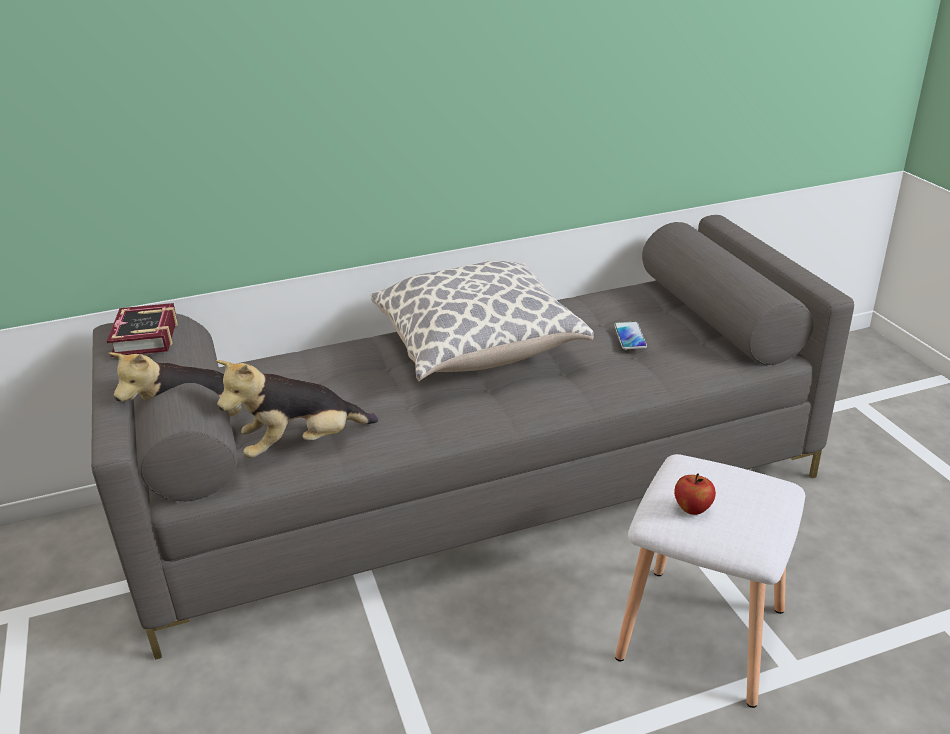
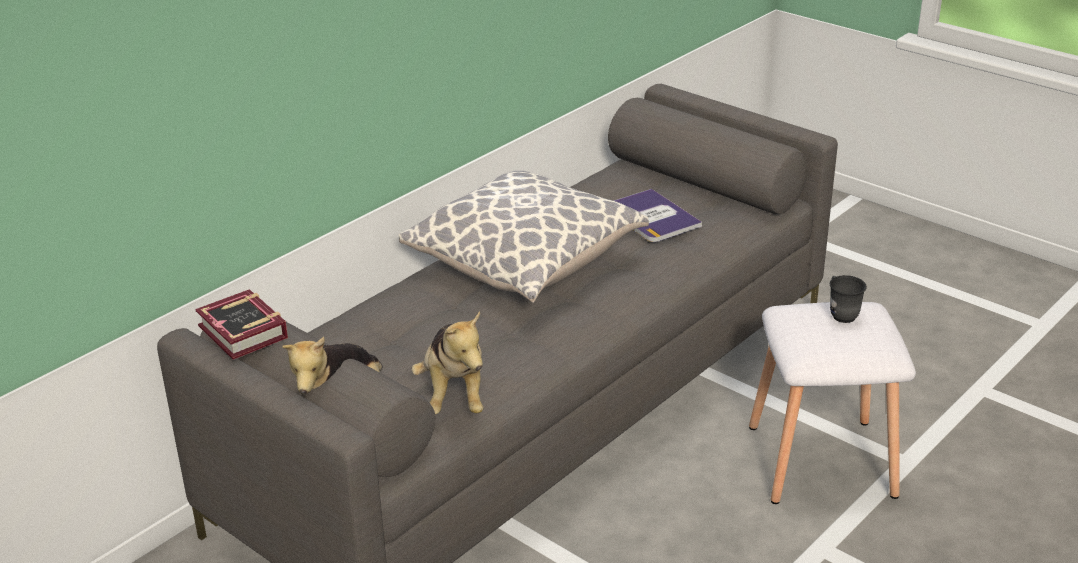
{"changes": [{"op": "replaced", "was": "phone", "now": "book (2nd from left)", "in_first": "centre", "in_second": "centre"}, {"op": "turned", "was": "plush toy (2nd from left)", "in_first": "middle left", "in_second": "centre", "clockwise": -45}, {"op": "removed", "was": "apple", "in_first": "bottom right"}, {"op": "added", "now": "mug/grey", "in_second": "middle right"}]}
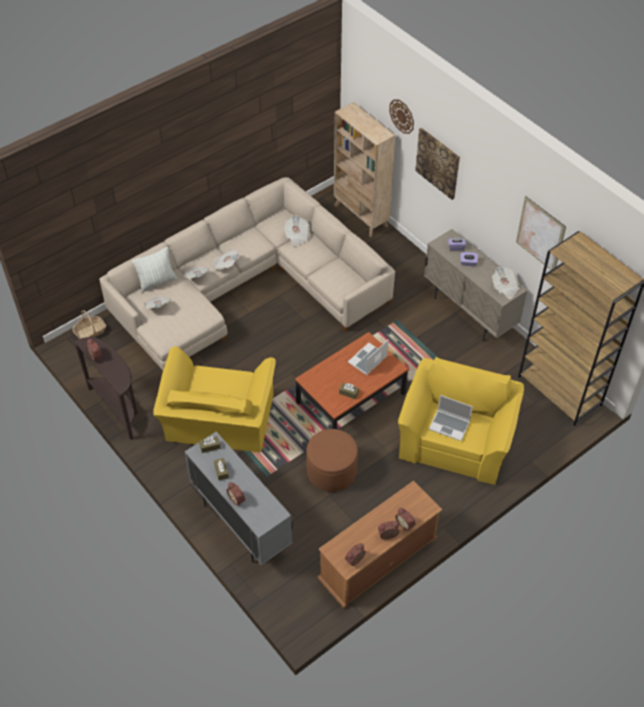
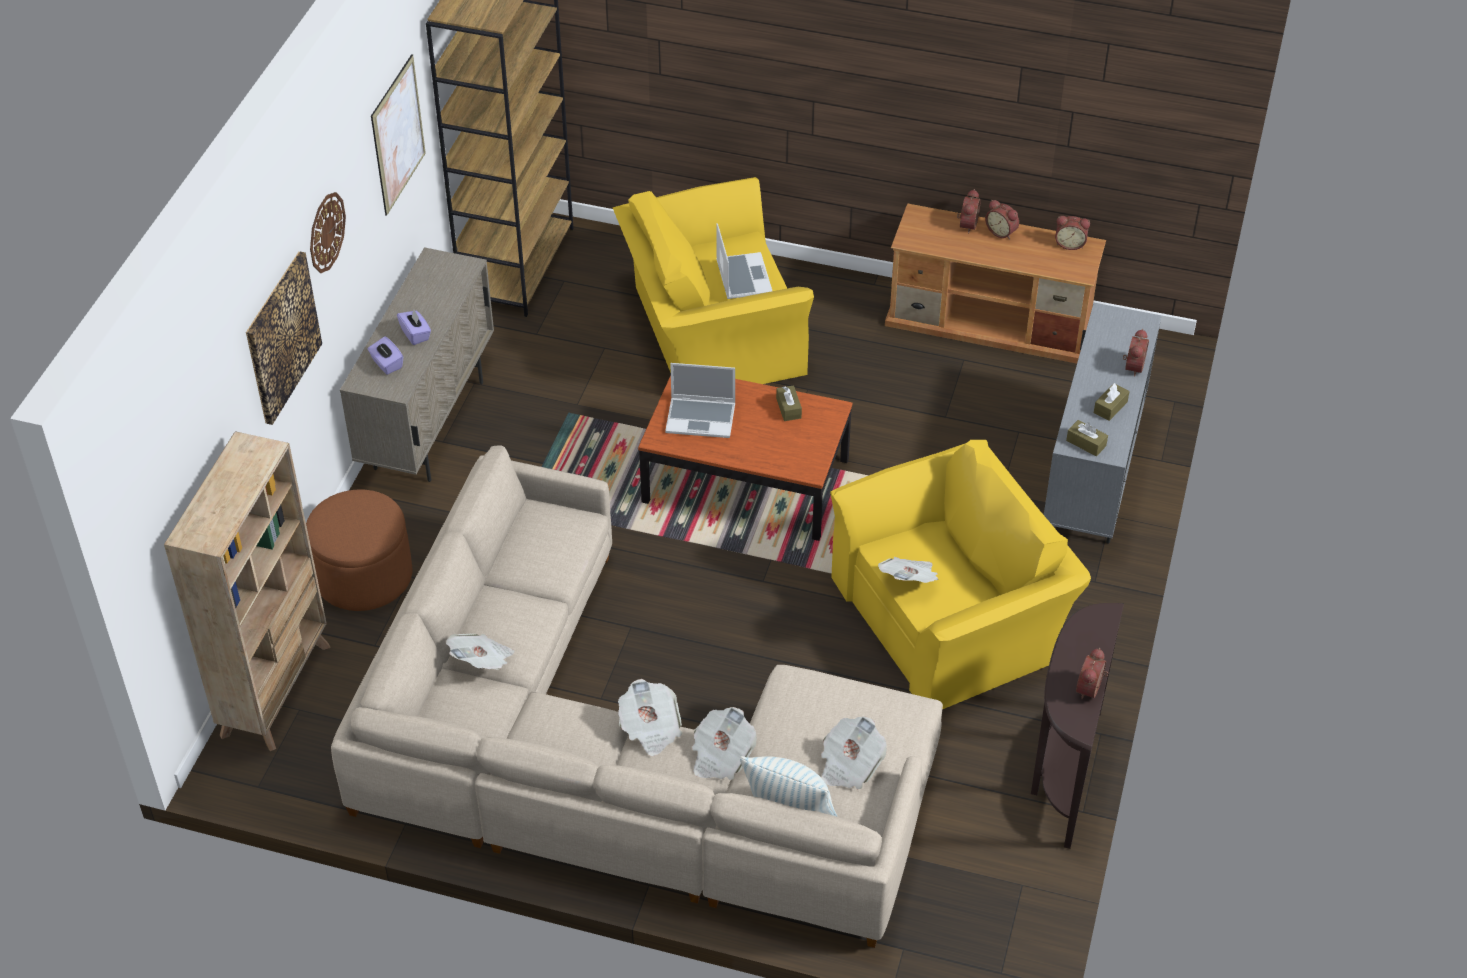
{"changes": [{"op": "moved", "was": "wall clock", "in_first": "top centre", "in_second": "top left"}, {"op": "moved", "was": "newspaper (5th from left)", "in_first": "middle right", "in_second": "centre"}, {"op": "removed", "was": "basket", "in_first": "middle left"}, {"op": "moved", "was": "ottoman/brown", "in_first": "centre", "in_second": "middle left"}]}
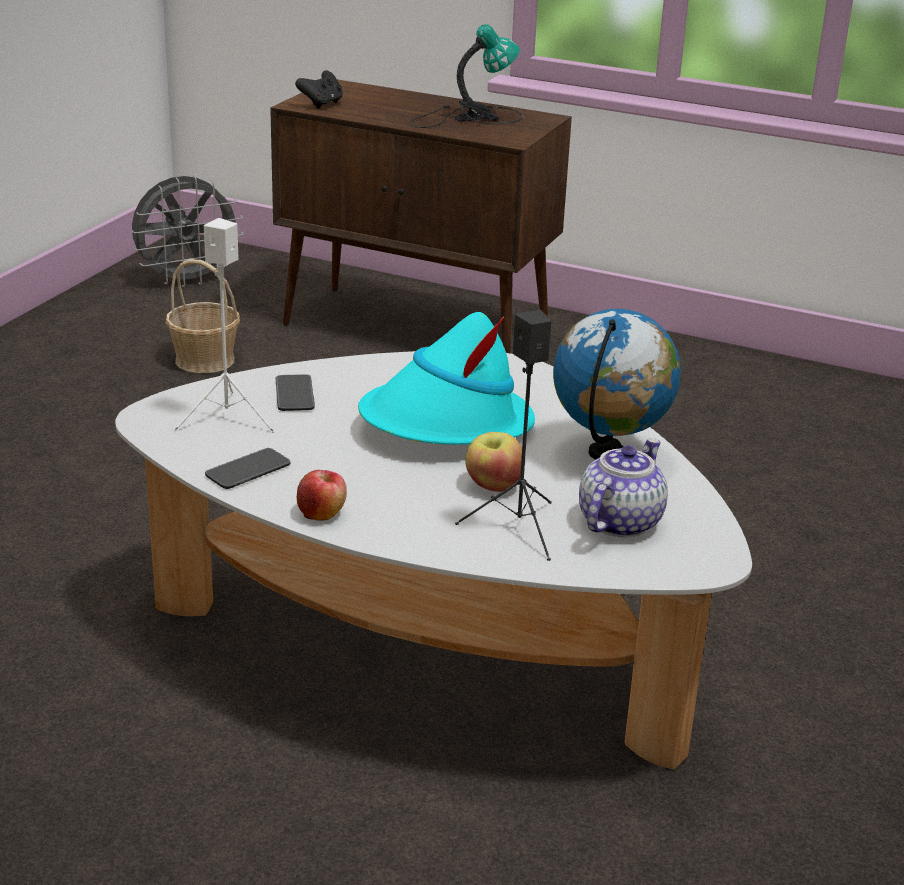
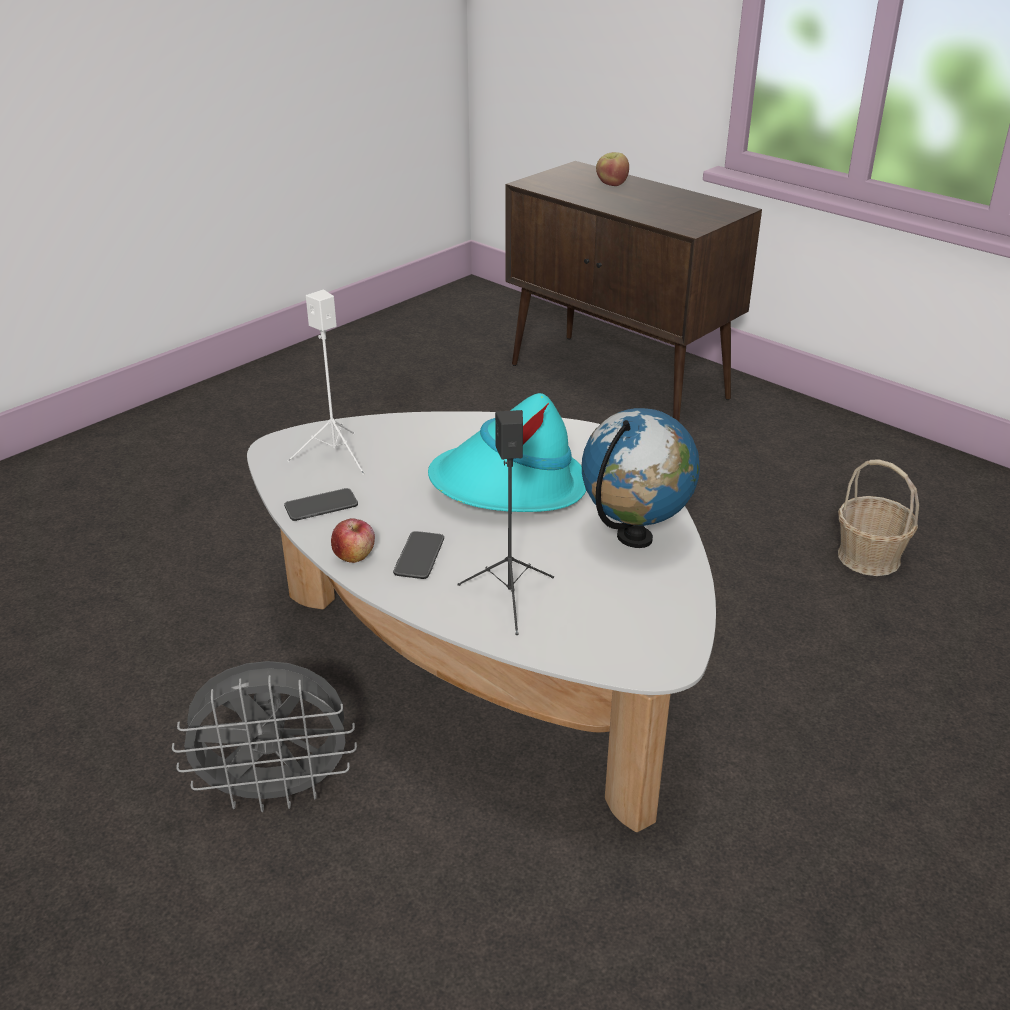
{"changes": [{"op": "removed", "was": "table lamp", "in_first": "top centre"}, {"op": "removed", "was": "game controller/black", "in_first": "top centre"}, {"op": "moved", "was": "fan/grey", "in_first": "top left", "in_second": "bottom left"}, {"op": "moved", "was": "basket", "in_first": "middle left", "in_second": "middle right"}, {"op": "moved", "was": "phone (2nd from left)", "in_first": "middle left", "in_second": "centre"}, {"op": "moved", "was": "apple (2nd from left)", "in_first": "centre", "in_second": "top centre"}, {"op": "removed", "was": "teapot", "in_first": "middle right"}]}
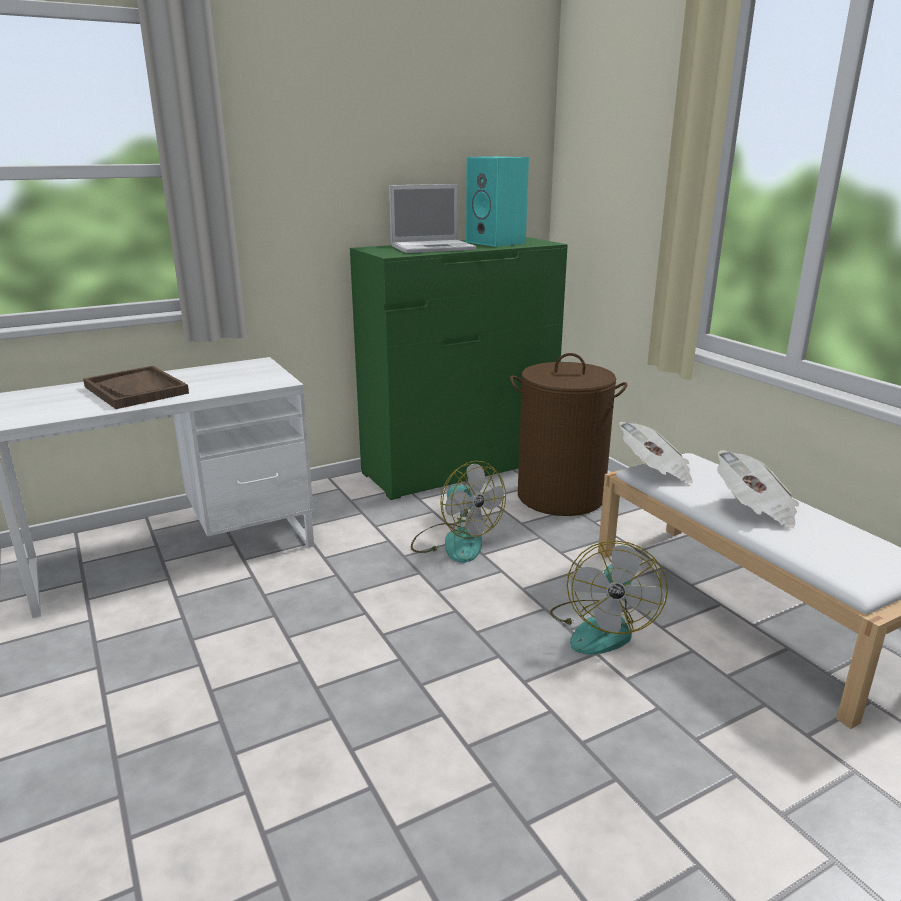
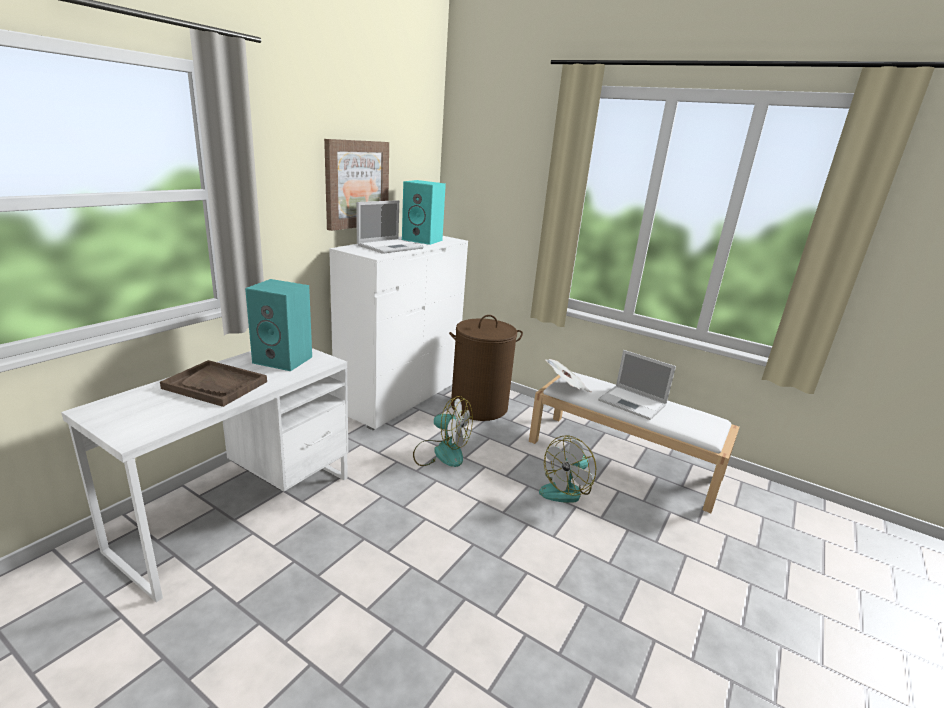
{"changes": [{"op": "recoloured", "was": "dresser/green", "now": "dresser/white", "in_first": "centre", "in_second": "centre"}, {"op": "replaced", "was": "newspaper (2nd from left)", "now": "laptop (2nd from left)", "in_first": "middle right", "in_second": "middle right"}, {"op": "turned", "was": "fan (2nd from left)", "in_first": "middle right", "in_second": "centre", "clockwise": 60}, {"op": "added", "now": "picture", "in_second": "top centre"}, {"op": "added", "now": "speaker/turquoise (1st from left)", "in_second": "middle left"}]}
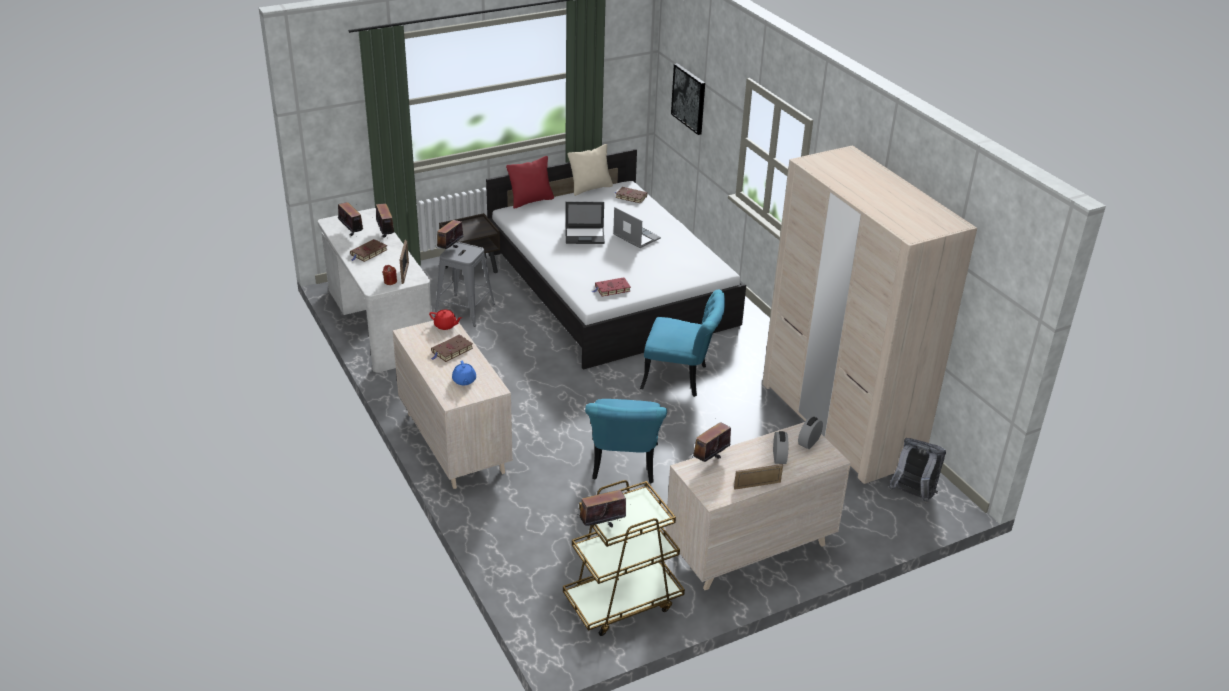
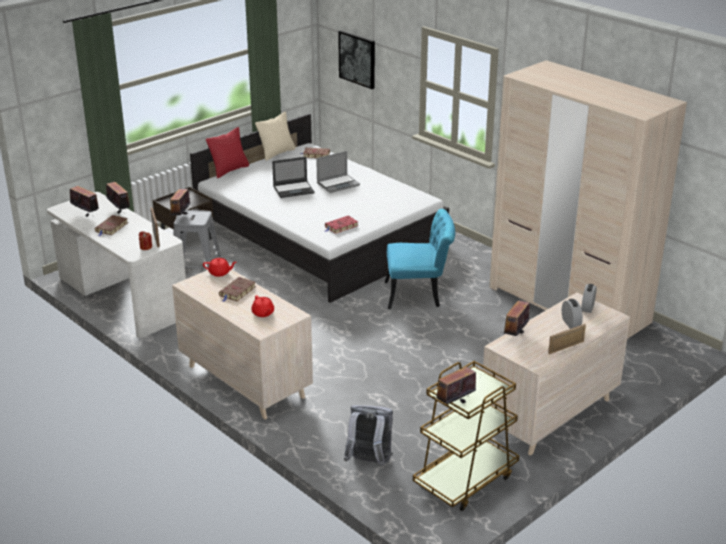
{"changes": [{"op": "turned", "was": "laptop (2nd from left)", "in_first": "top centre", "in_second": "top centre", "clockwise": 120}, {"op": "recoloured", "was": "teapot/blue", "now": "teapot/red (2nd from left)", "in_first": "centre", "in_second": "centre"}, {"op": "removed", "was": "chair/turquoise (1st from left)", "in_first": "centre"}, {"op": "moved", "was": "backpack/grey", "in_first": "bottom right", "in_second": "bottom centre"}]}
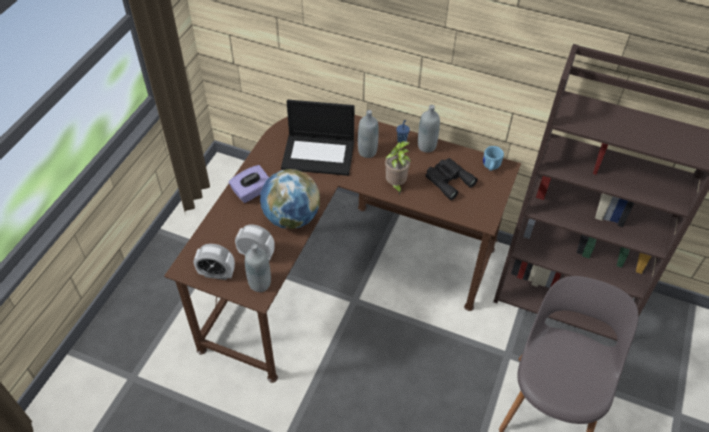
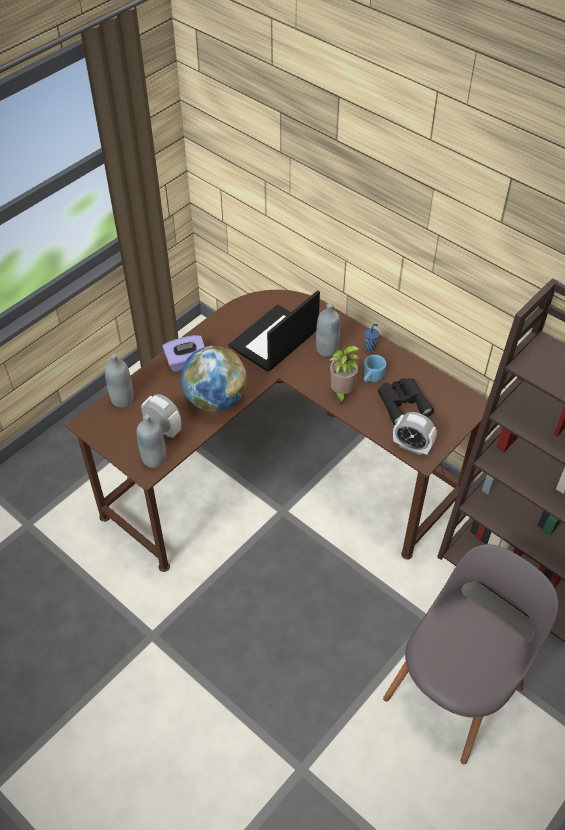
{"changes": [{"op": "turned", "was": "laptop", "in_first": "top centre", "in_second": "centre", "clockwise": 105}, {"op": "moved", "was": "bottle/grey (3rd from left in the first image)", "now": "bottle/grey (1st from left)", "in_first": "top centre", "in_second": "middle left"}, {"op": "moved", "was": "mug/blue", "in_first": "middle right", "in_second": "centre"}, {"op": "moved", "was": "alarm clock (1st from left in the first image)", "now": "alarm clock (2nd from left)", "in_first": "middle left", "in_second": "middle right"}]}
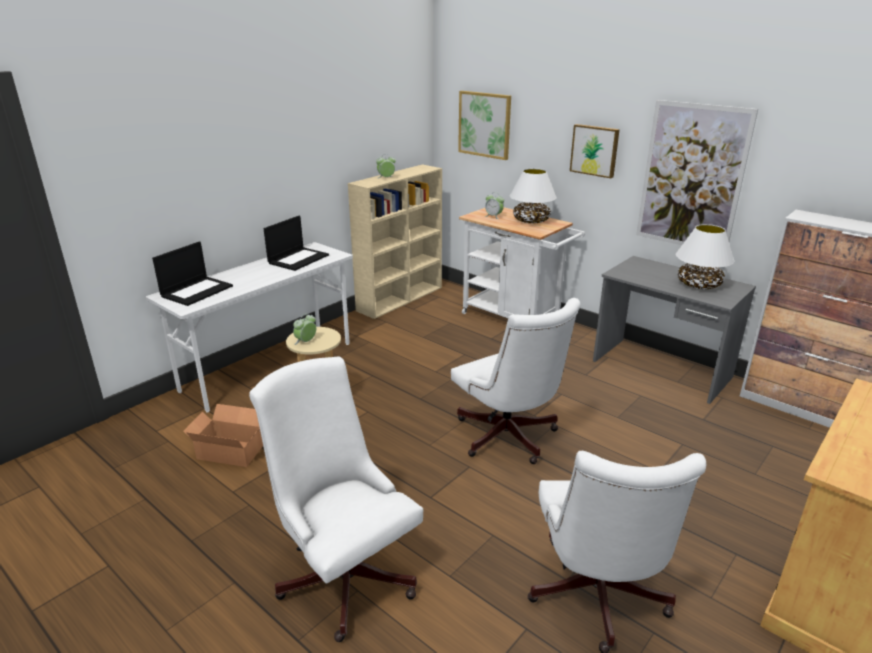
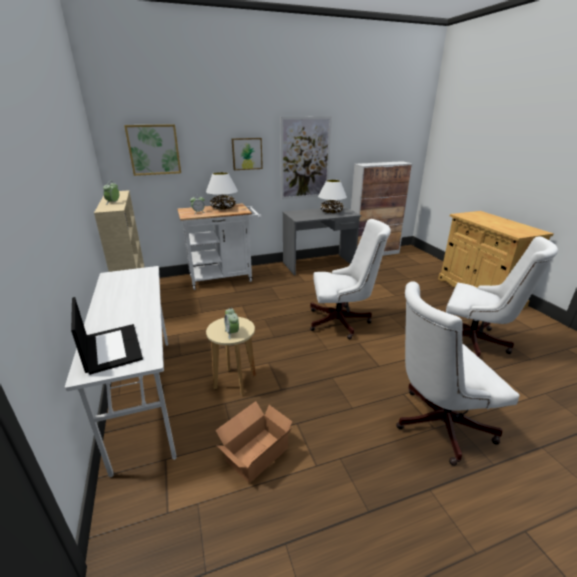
{"changes": [{"op": "removed", "was": "laptop (2nd from left)", "in_first": "centre"}]}
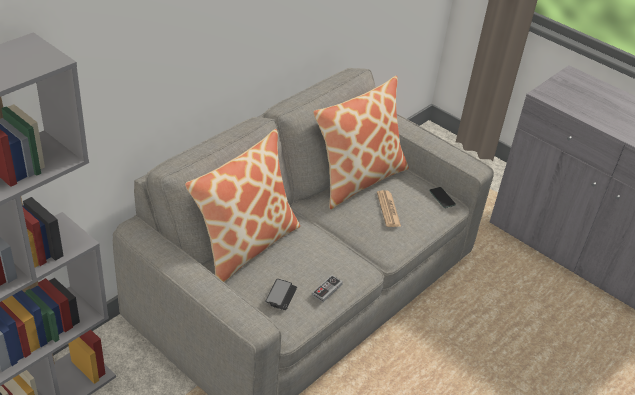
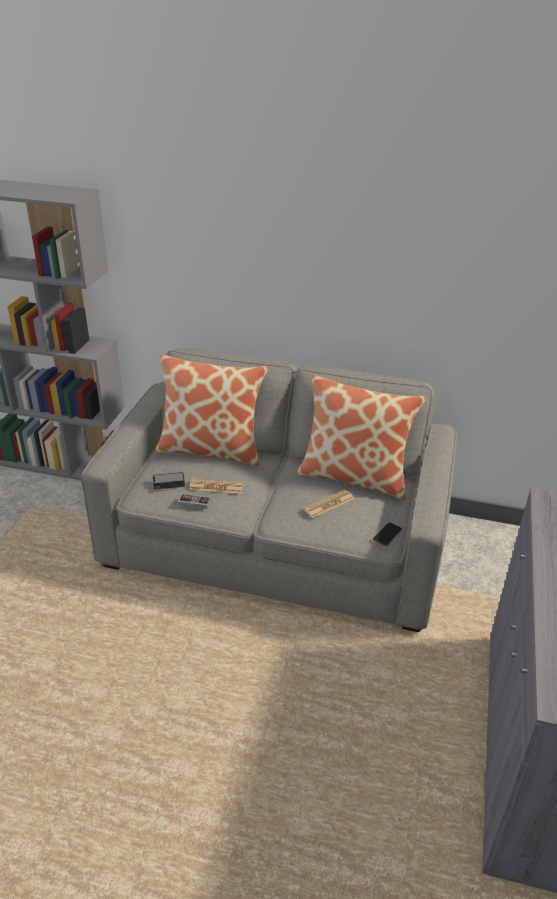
{"changes": [{"op": "added", "now": "newspaper (1st from left)", "in_second": "centre"}]}
